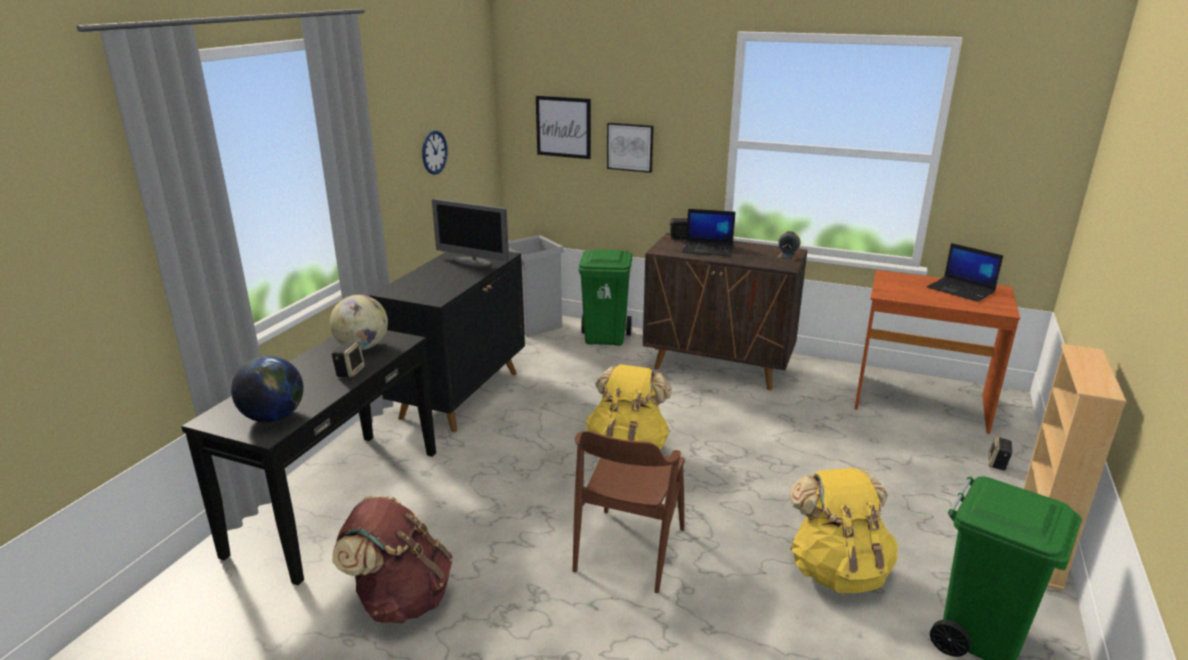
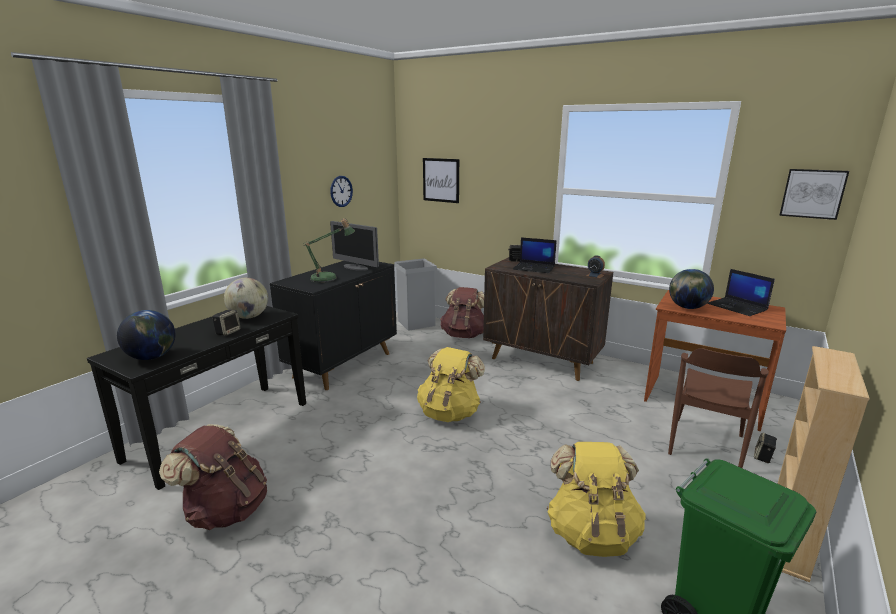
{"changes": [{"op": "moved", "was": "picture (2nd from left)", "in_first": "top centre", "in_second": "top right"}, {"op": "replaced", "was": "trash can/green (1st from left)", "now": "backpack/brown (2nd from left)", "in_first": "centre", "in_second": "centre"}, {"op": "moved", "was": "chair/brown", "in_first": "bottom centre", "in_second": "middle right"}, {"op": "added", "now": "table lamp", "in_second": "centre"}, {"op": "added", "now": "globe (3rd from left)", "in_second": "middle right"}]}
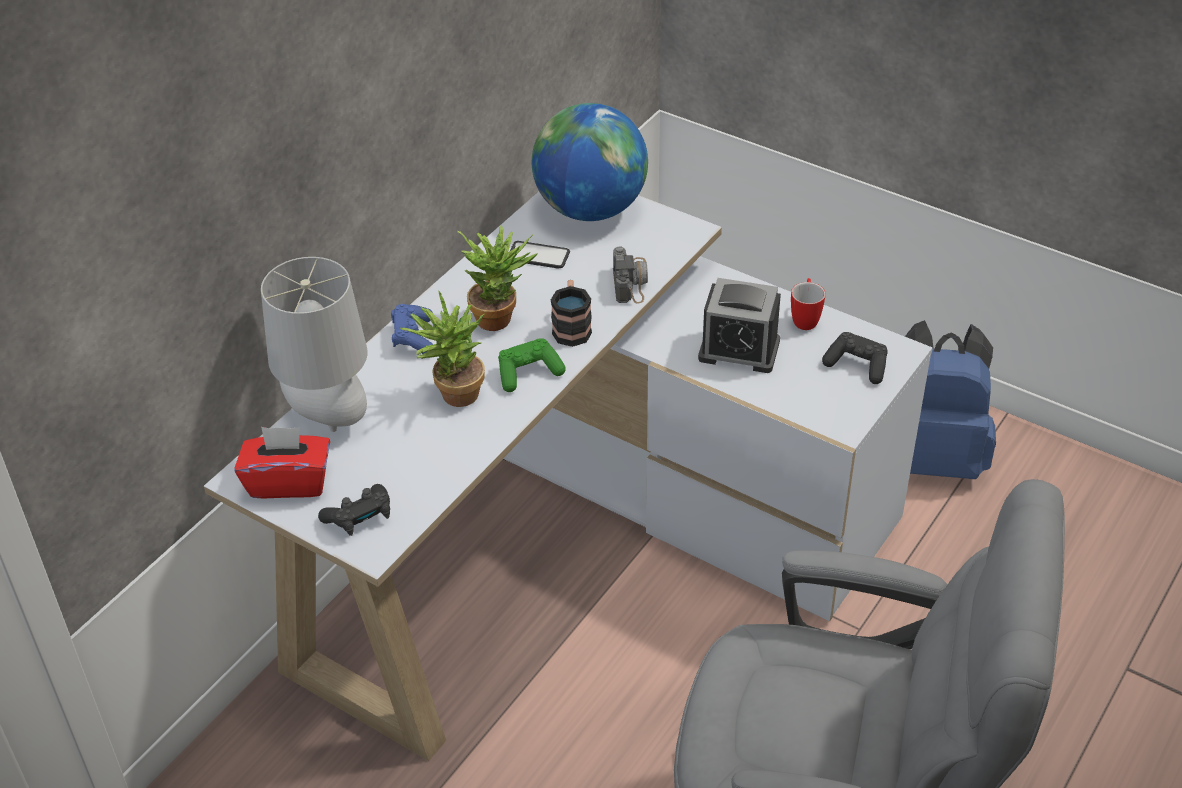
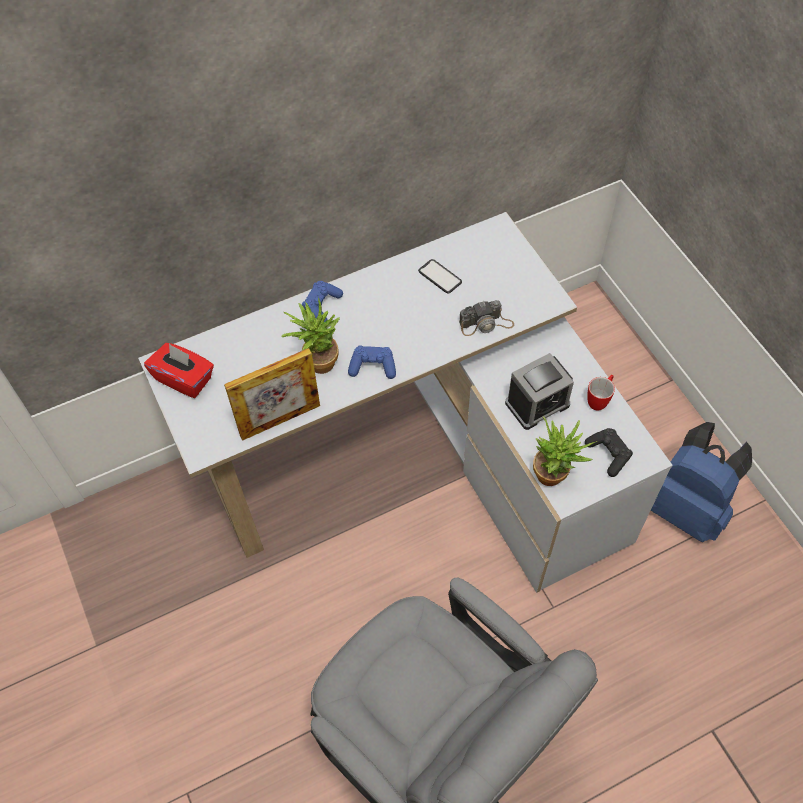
{"changes": [{"op": "removed", "was": "globe", "in_first": "top centre"}, {"op": "moved", "was": "potted plant (2nd from left)", "in_first": "centre", "in_second": "middle right"}, {"op": "turned", "was": "photo camera", "in_first": "centre", "in_second": "centre", "clockwise": 45}, {"op": "removed", "was": "table lamp/grey", "in_first": "middle left"}, {"op": "turned", "was": "alarm clock", "in_first": "centre", "in_second": "middle right", "clockwise": -75}, {"op": "removed", "was": "mug (1st from left)", "in_first": "centre"}, {"op": "recoloured", "was": "game controller/green", "now": "game controller/blue (2nd from left)", "in_first": "centre", "in_second": "centre"}, {"op": "removed", "was": "game controller/black (1st from left)", "in_first": "middle left"}, {"op": "added", "now": "picture frame", "in_second": "centre"}]}
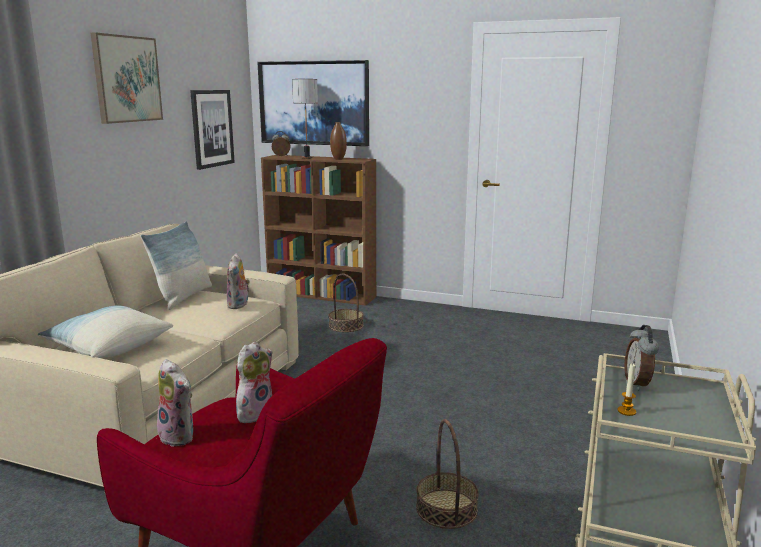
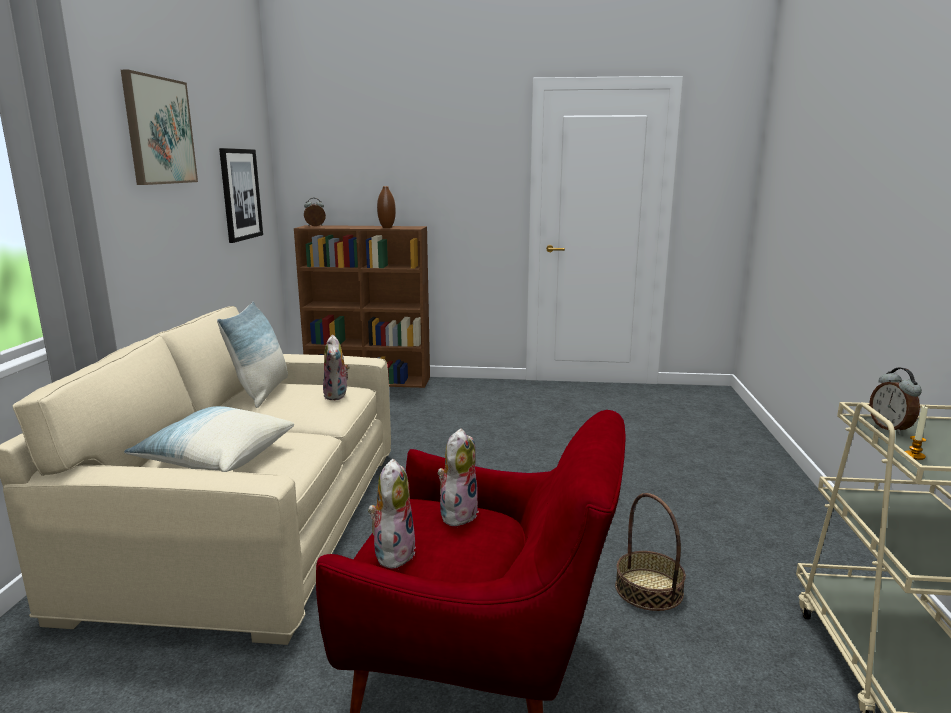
{"changes": [{"op": "removed", "was": "picture (3rd from left)", "in_first": "top centre"}, {"op": "removed", "was": "table lamp", "in_first": "top centre"}, {"op": "removed", "was": "basket (1st from left)", "in_first": "centre"}, {"op": "turned", "was": "plush toy (1st from left in the first image)", "in_first": "bottom left", "in_second": "bottom centre", "clockwise": -105}]}
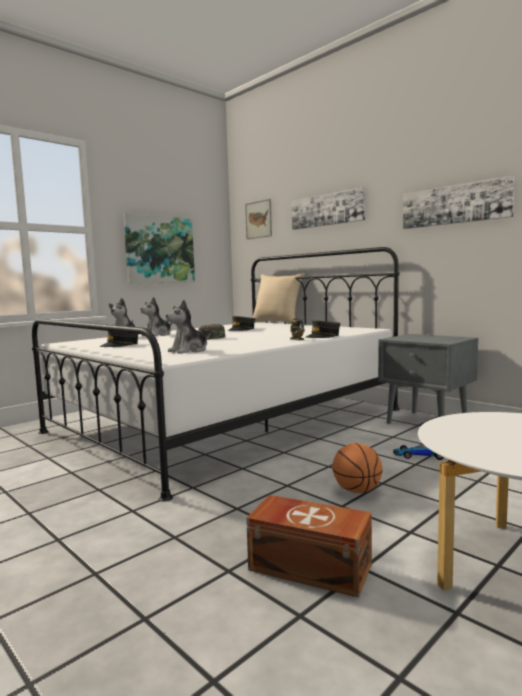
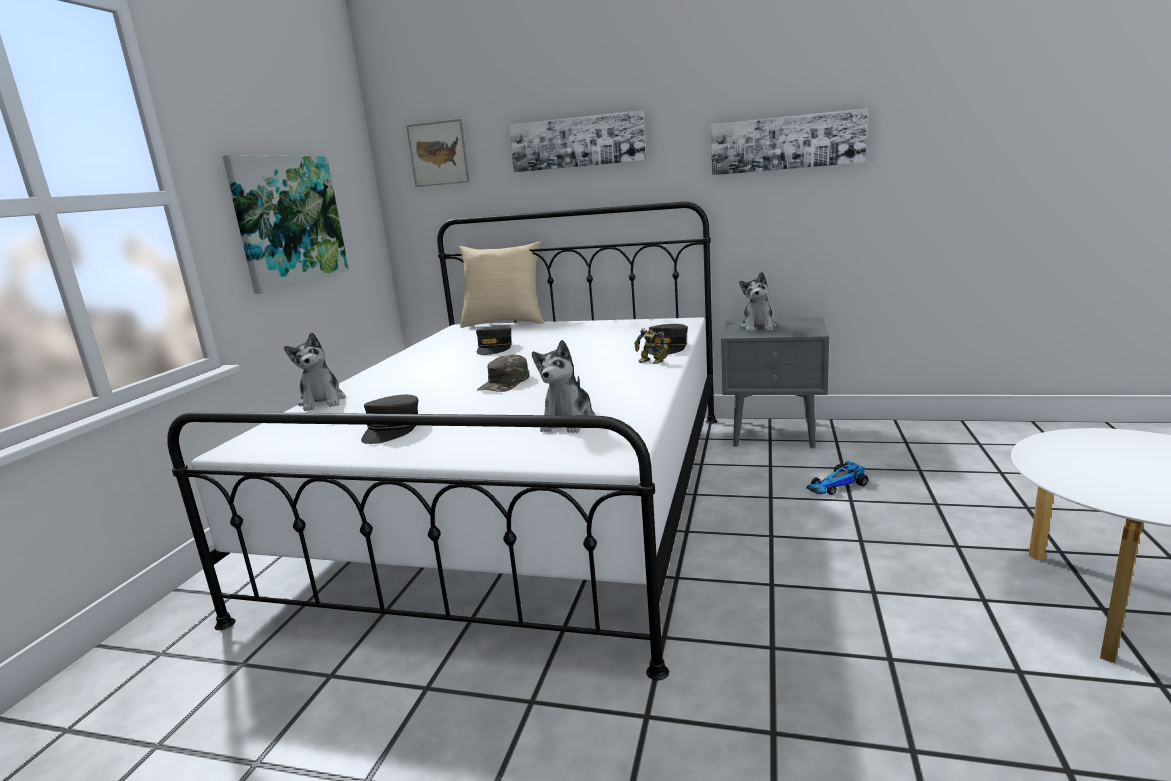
{"changes": [{"op": "moved", "was": "plush toy (2nd from left in the first image)", "now": "plush toy (3rd from left)", "in_first": "middle left", "in_second": "centre"}, {"op": "removed", "was": "basketball", "in_first": "bottom right"}, {"op": "removed", "was": "storage box/brown", "in_first": "bottom centre"}]}
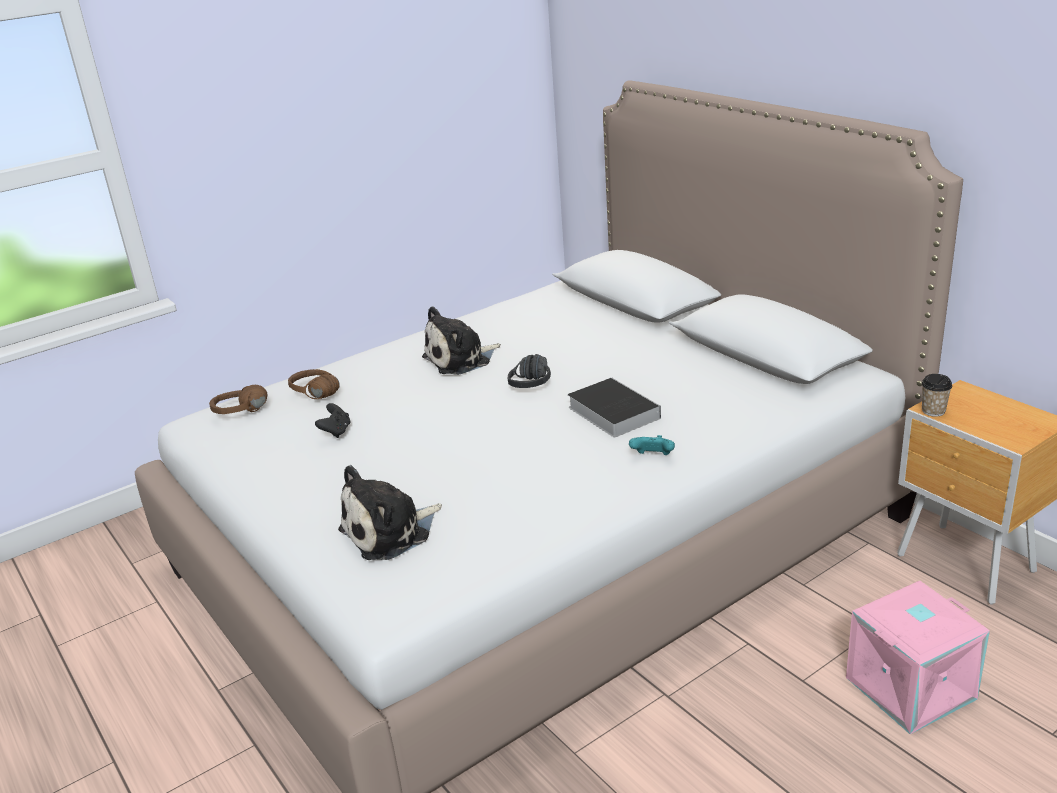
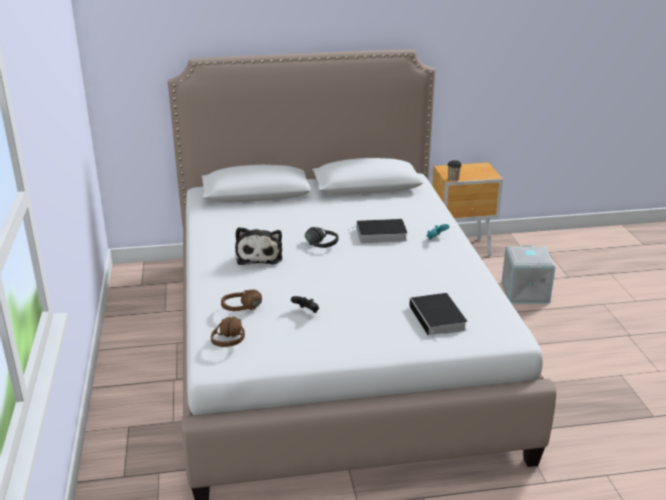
{"changes": [{"op": "replaced", "was": "plush toy (1st from left)", "now": "book (2nd from left)", "in_first": "centre", "in_second": "centre"}, {"op": "recoloured", "was": "storage box/pink", "now": "storage box/grey", "in_first": "bottom right", "in_second": "middle right"}]}
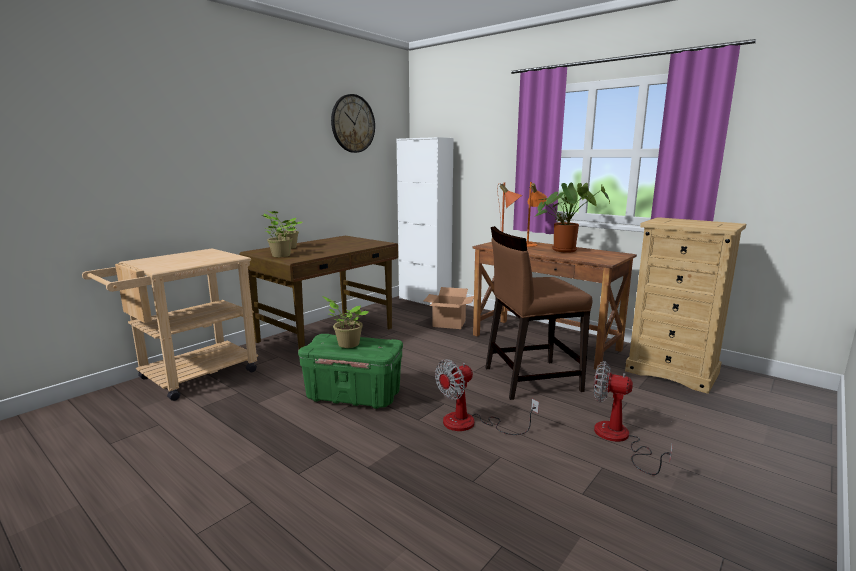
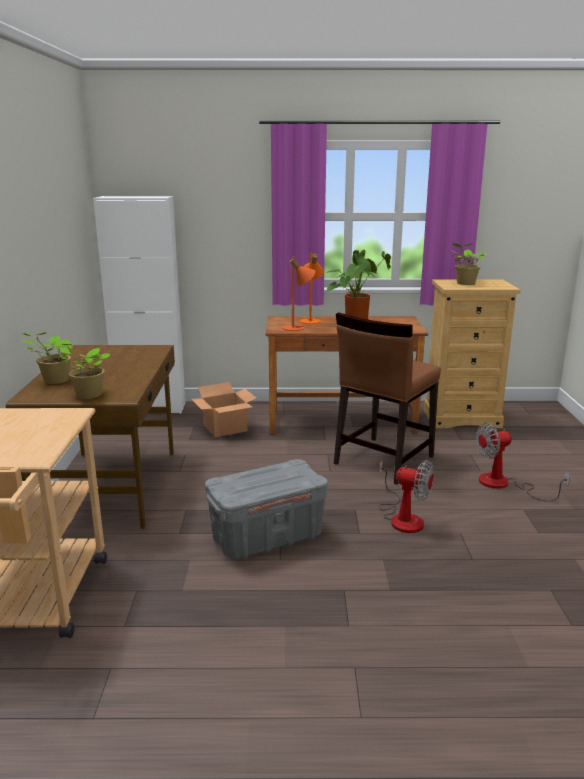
{"changes": [{"op": "removed", "was": "wall clock", "in_first": "top centre"}, {"op": "moved", "was": "potted plant (3rd from left in the first image)", "now": "potted plant (4th from left)", "in_first": "centre", "in_second": "middle right"}, {"op": "recoloured", "was": "storage box/green", "now": "storage box/grey", "in_first": "centre", "in_second": "centre"}, {"op": "turned", "was": "fan (1st from left)", "in_first": "bottom centre", "in_second": "middle right", "clockwise": -75}]}
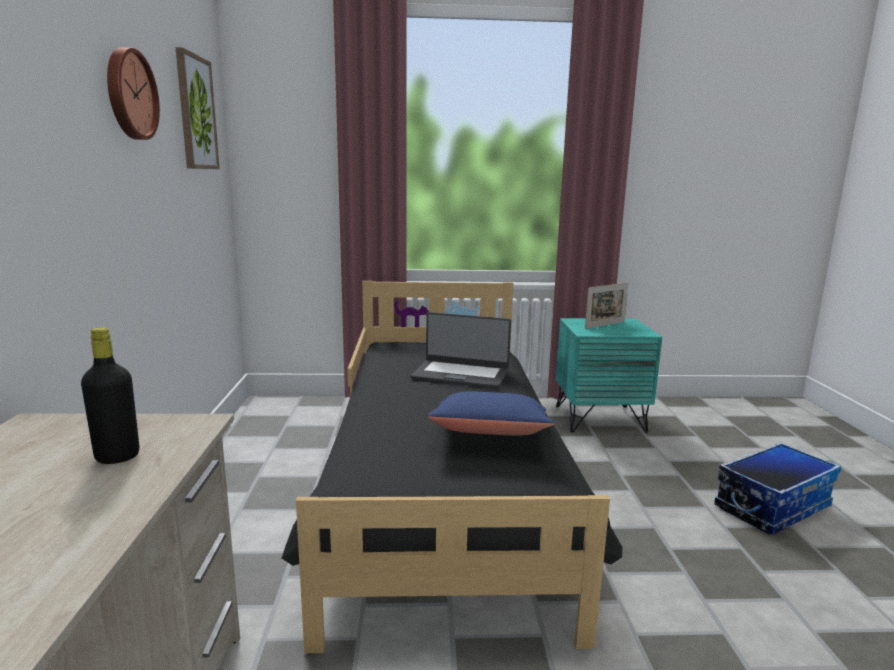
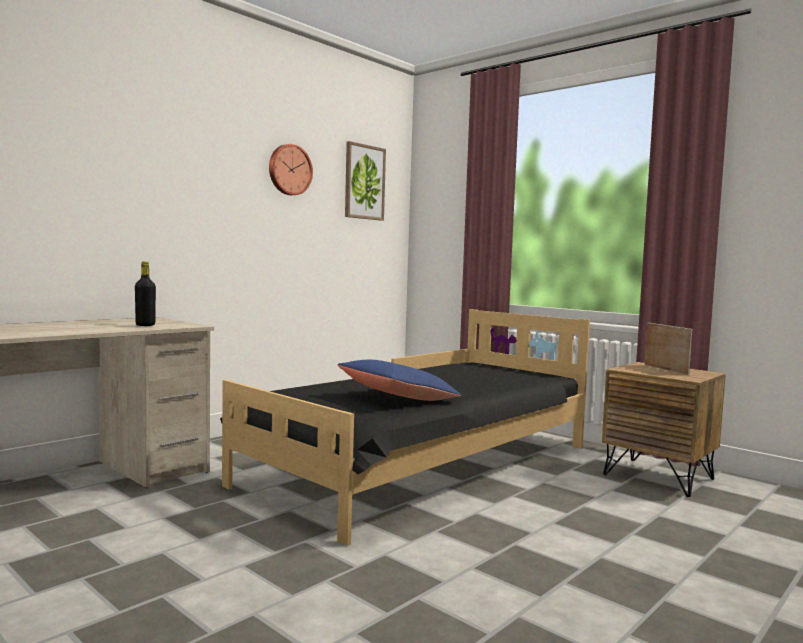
{"changes": [{"op": "turned", "was": "picture frame", "in_first": "middle right", "in_second": "middle right", "clockwise": -120}, {"op": "removed", "was": "laptop", "in_first": "centre"}, {"op": "recoloured", "was": "nightstand/turquoise", "now": "nightstand/brown", "in_first": "middle right", "in_second": "bottom right"}, {"op": "removed", "was": "storage box", "in_first": "bottom right"}]}
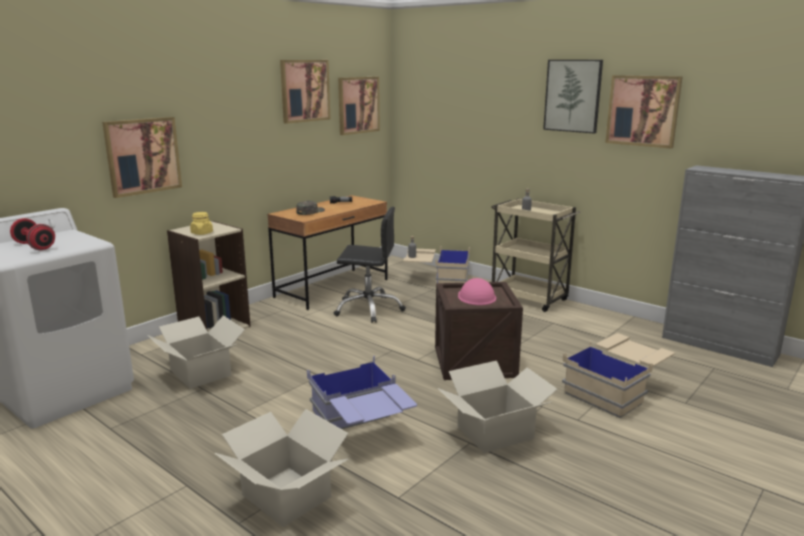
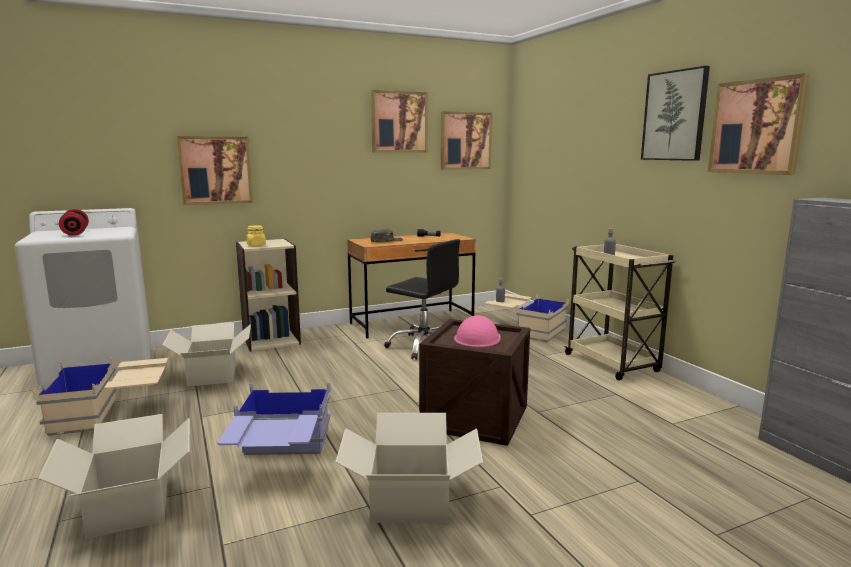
{"changes": [{"op": "moved", "was": "storage box/beige (2nd from left in the first image)", "now": "storage box/beige (1st from left)", "in_first": "bottom right", "in_second": "bottom left"}]}
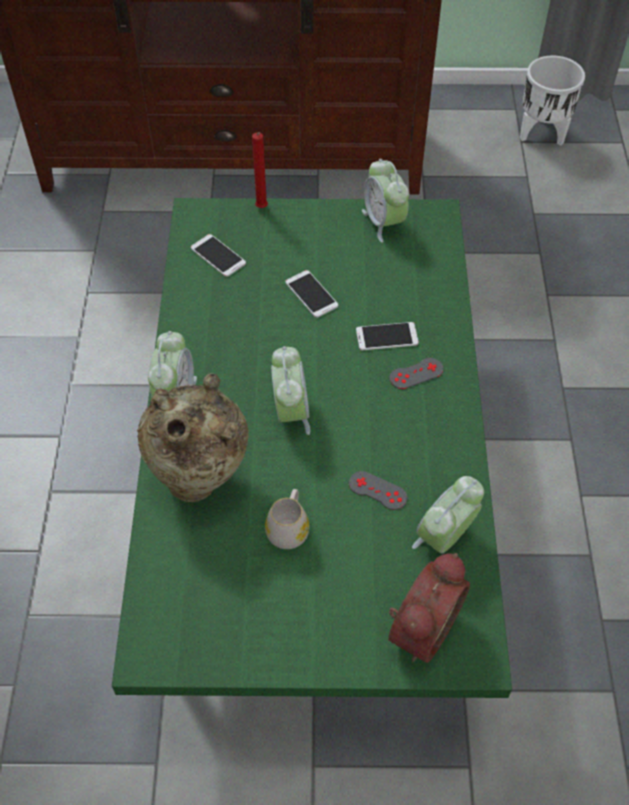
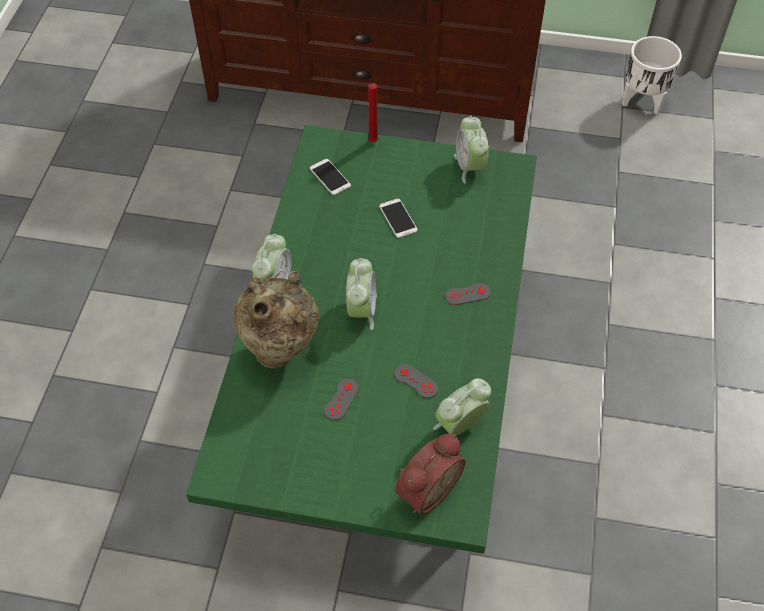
{"changes": [{"op": "removed", "was": "phone (3rd from left)", "in_first": "centre"}, {"op": "replaced", "was": "mug/white", "now": "game controller/grey (1st from left)", "in_first": "centre", "in_second": "centre"}]}
